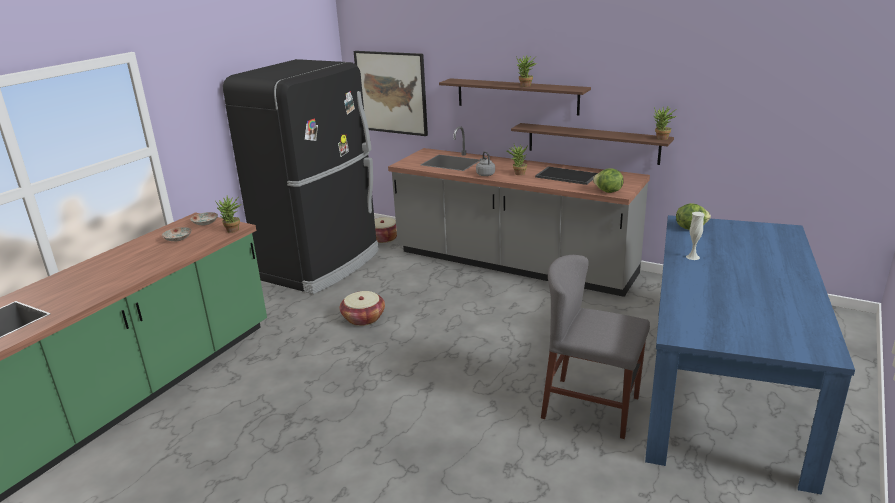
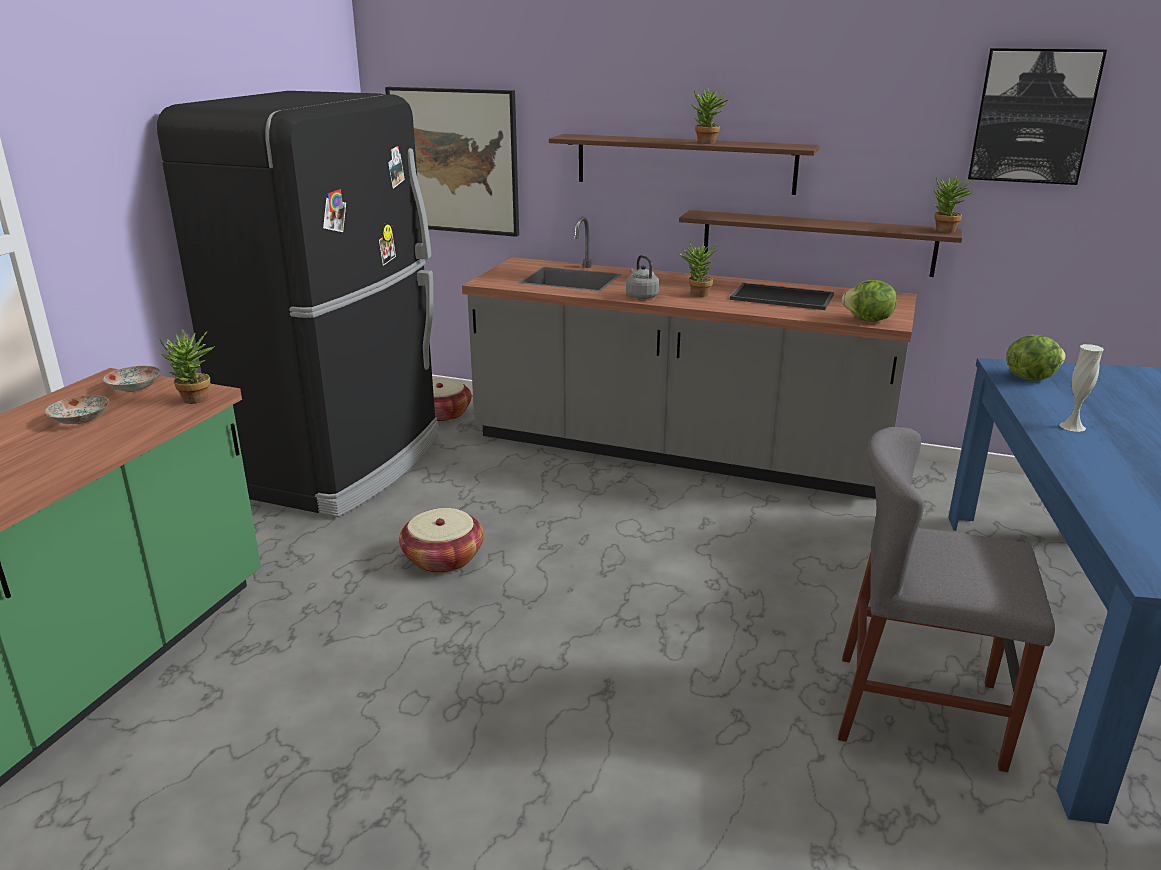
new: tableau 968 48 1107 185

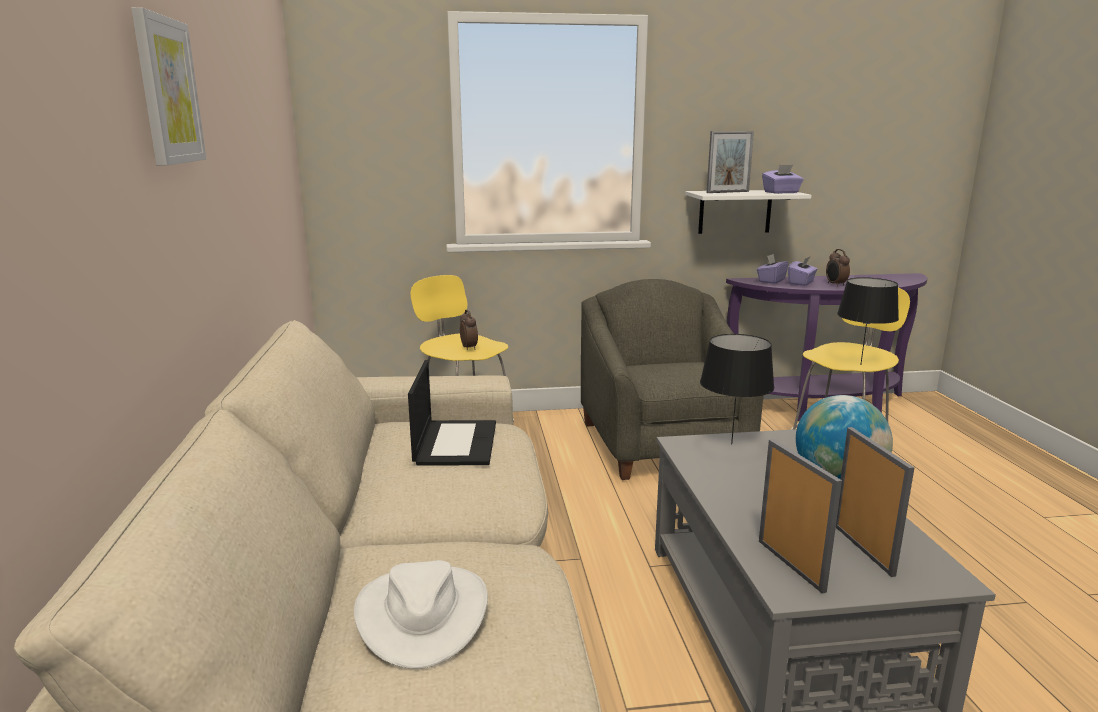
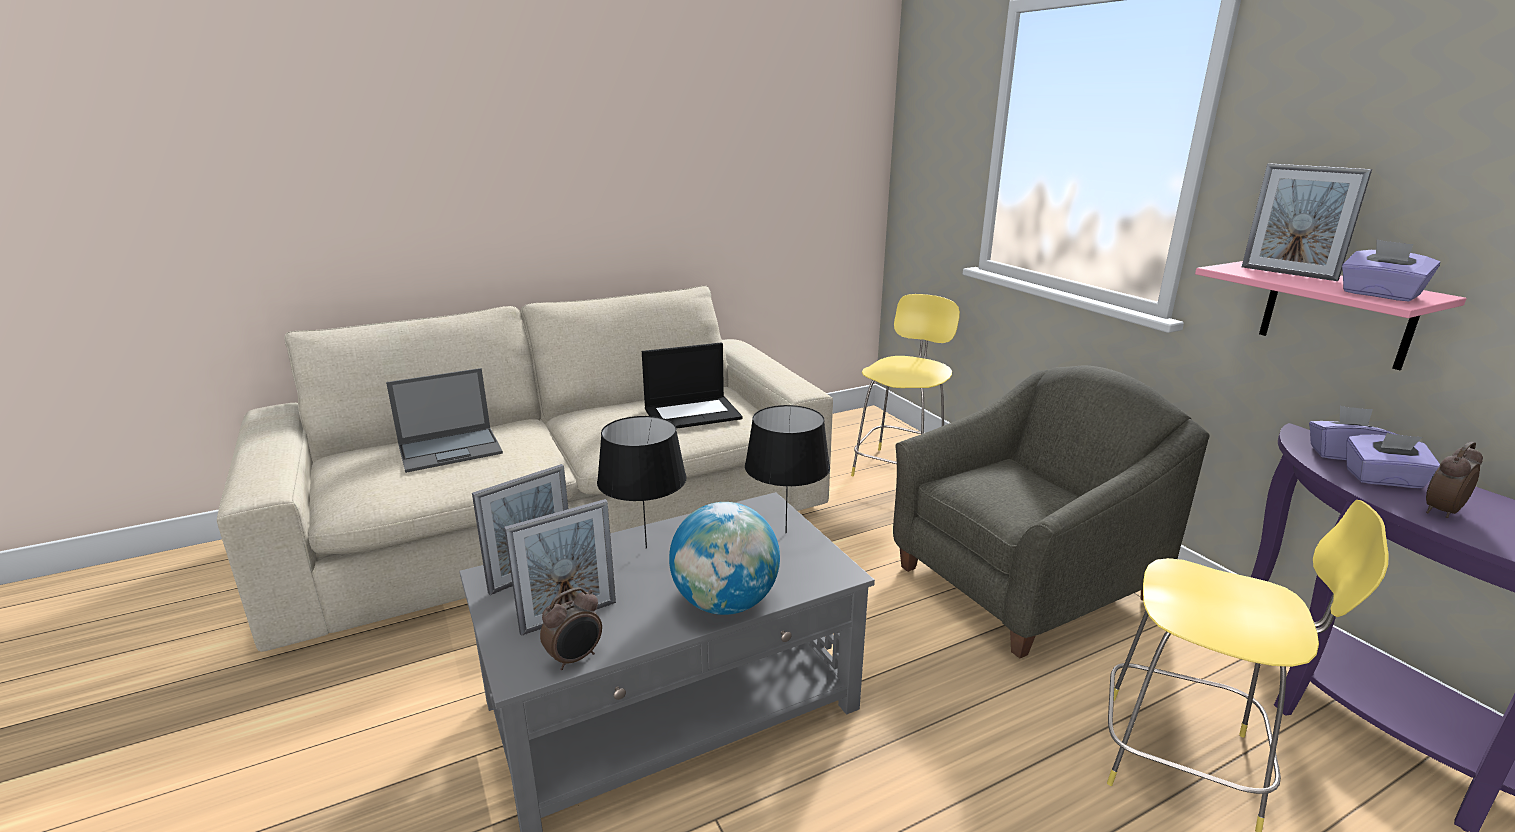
gone: tableau 131 7 206 166
shifted: réveil 460 310 478 350 to 540 587 602 670; lampe de table/noir 837 277 899 365 to 597 416 687 549
swapped: chapeau/blanc 354 560 488 669 to ordinateur portable 386 368 503 473
repainted: étagère/blanc 685 190 811 234 to étagère/rose 1195 261 1466 370

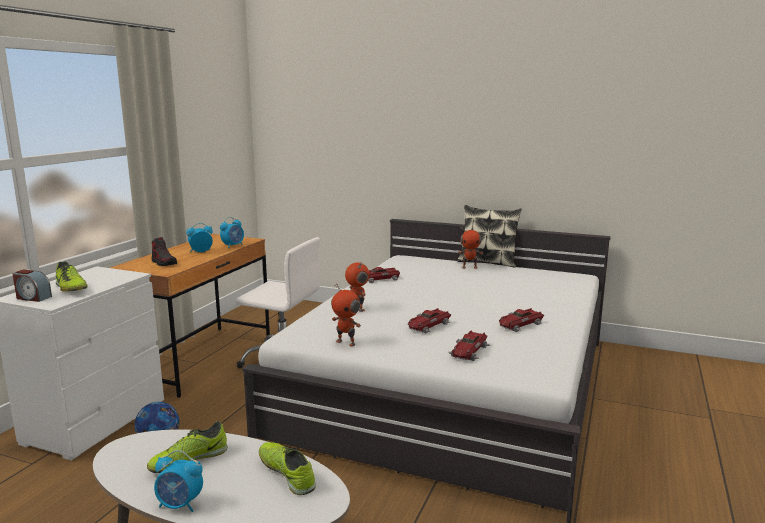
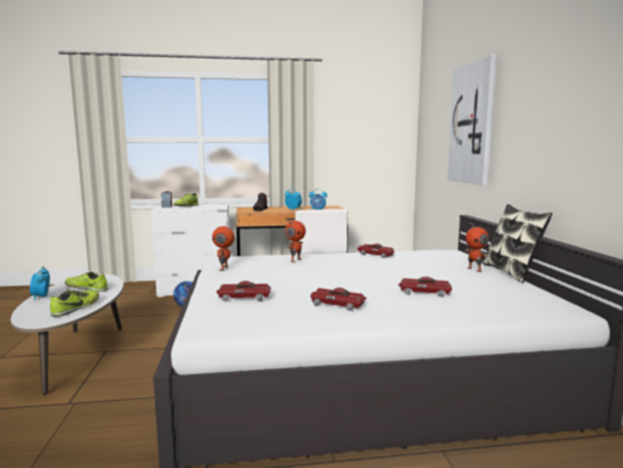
new: tableau 448 54 497 185
shifted: petite voiture 408 308 451 333 to 398 277 452 297

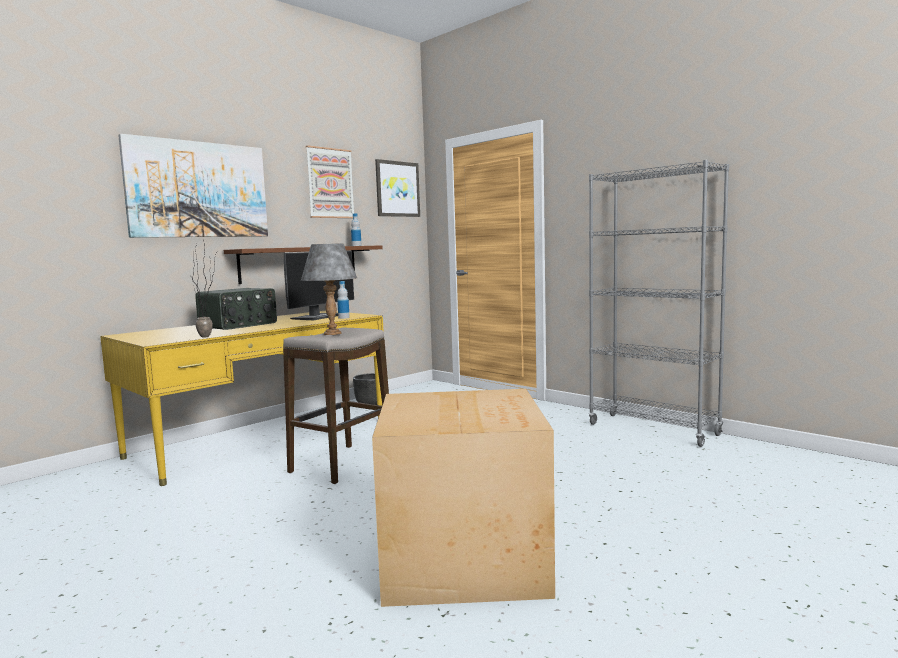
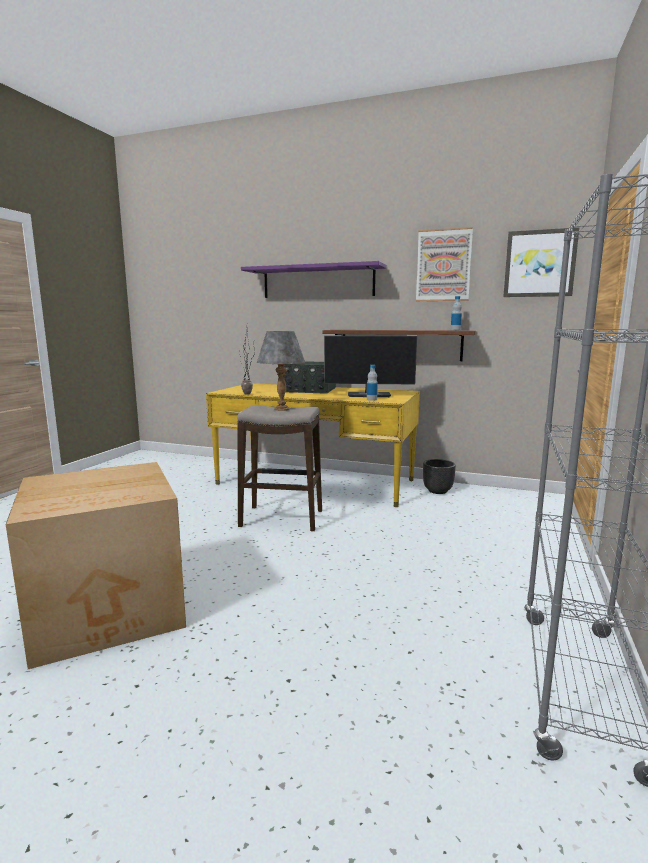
swapped: tableau 118 134 268 238 to étagère/violet 241 261 387 298

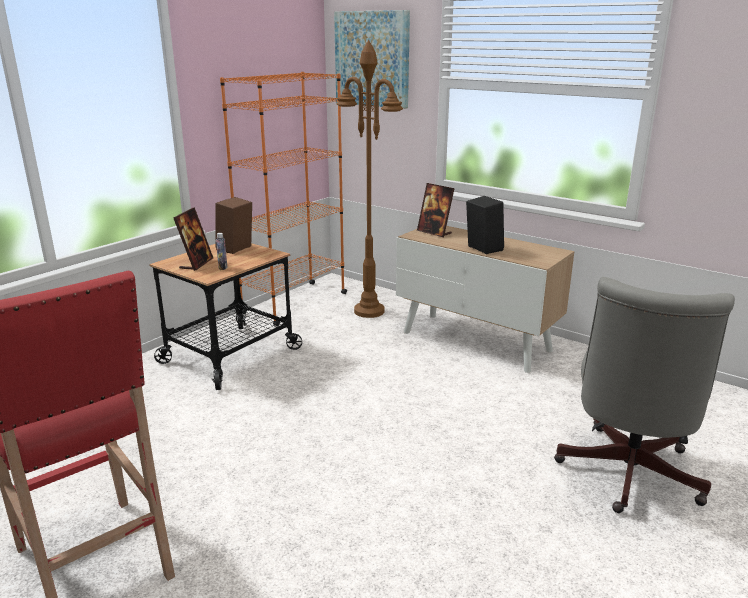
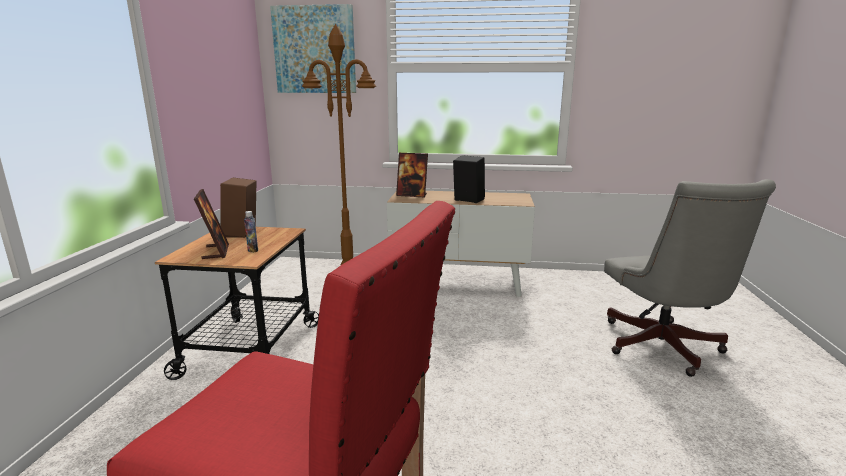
gone: bibliothèque/orange 220 72 347 326

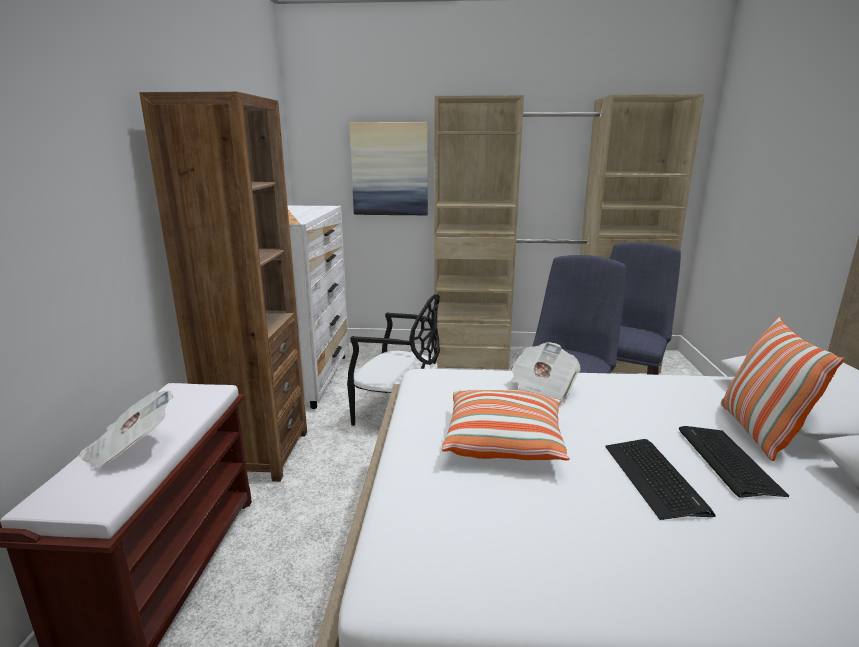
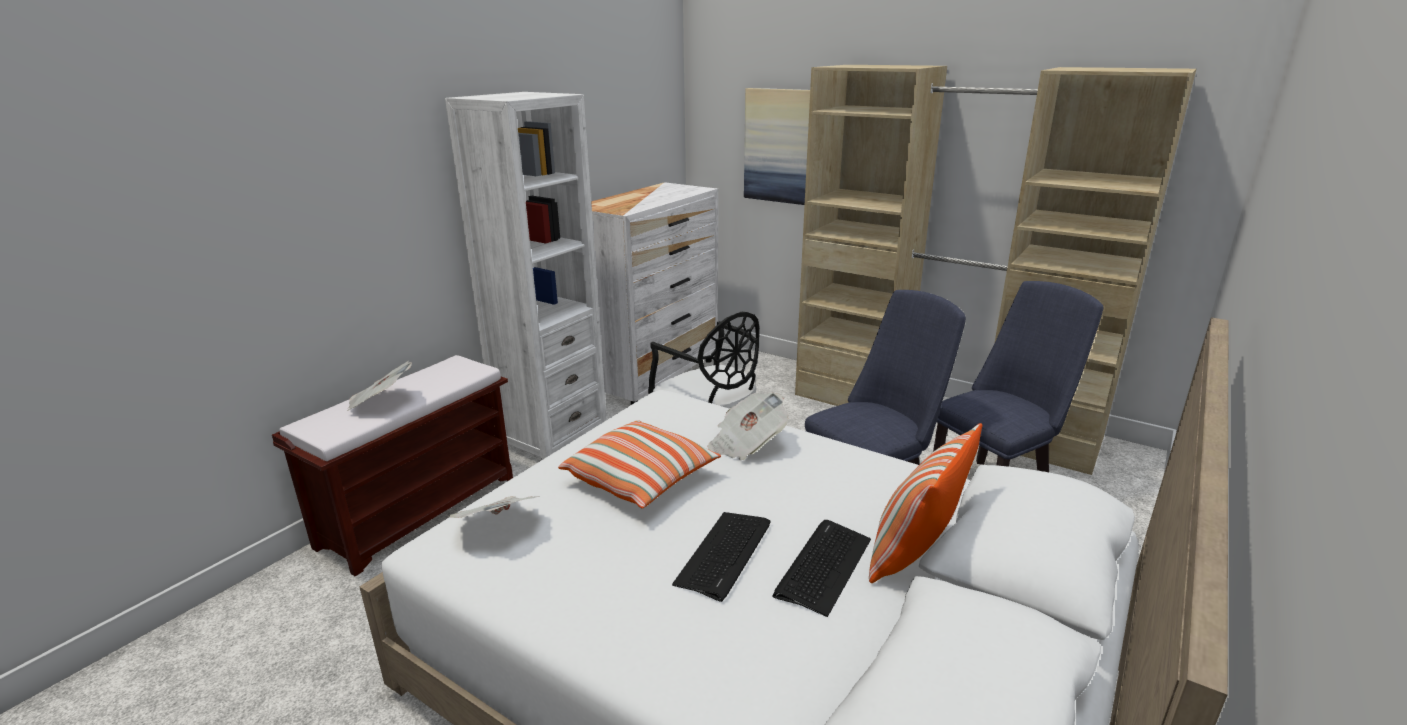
new: journal 448 496 539 518
repainted: bibliothèque/marron 139 91 307 482 to bibliothèque/blanc 445 92 607 460

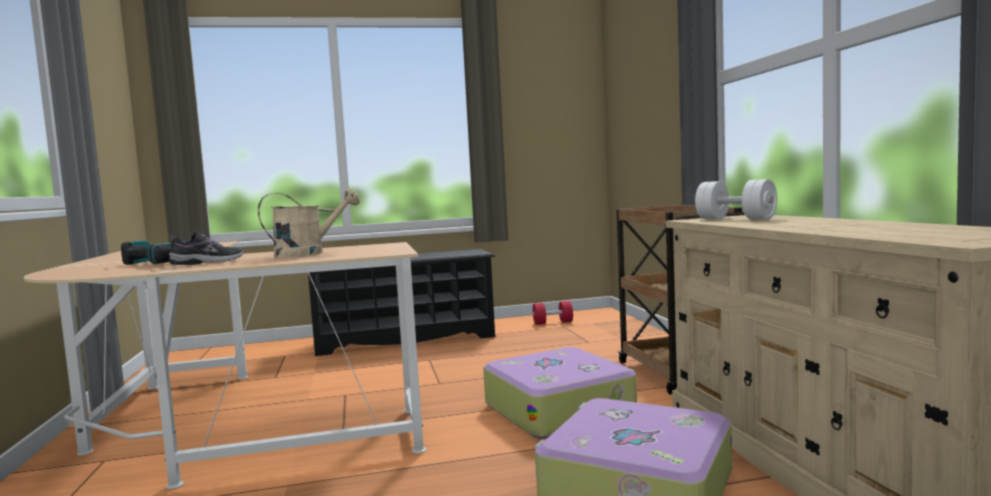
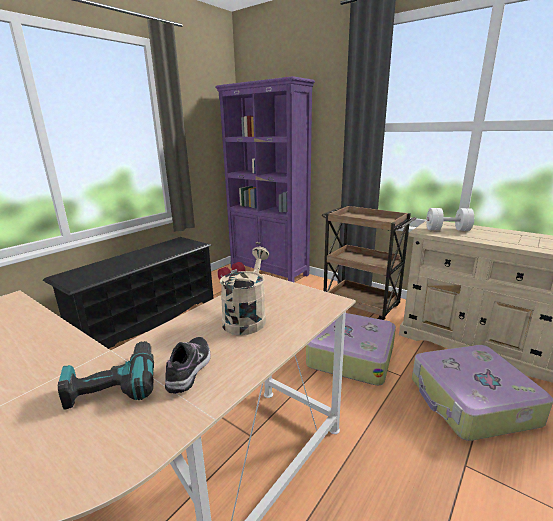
new: bibliothèque/violet 215 76 315 282

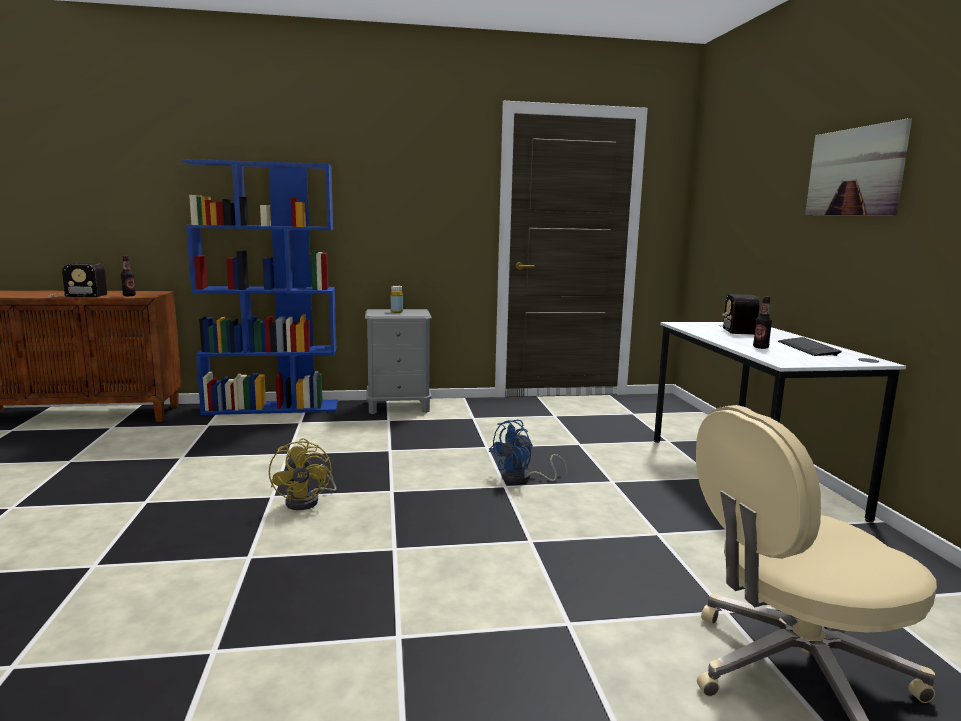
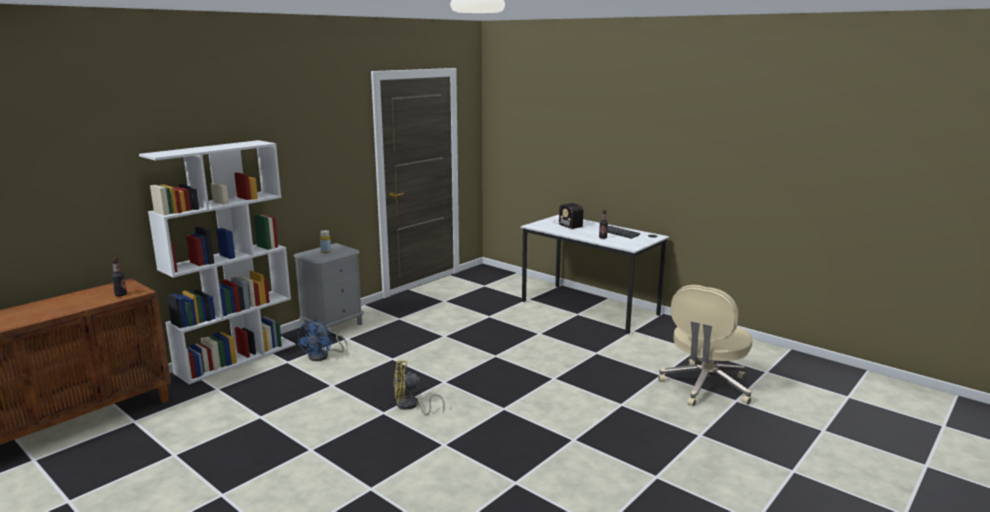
gone: radio 48 263 107 297; tableau 805 118 912 215
shifted: ventilateur/bleu 489 420 567 484 to 297 319 347 361
repainted: bibliothèque/bleu 181 159 338 415 to bibliothèque/blanc 139 140 295 384
rotated: ventilateur/jaune 269 438 337 510 = 393 360 445 415 135 degrees clockwise

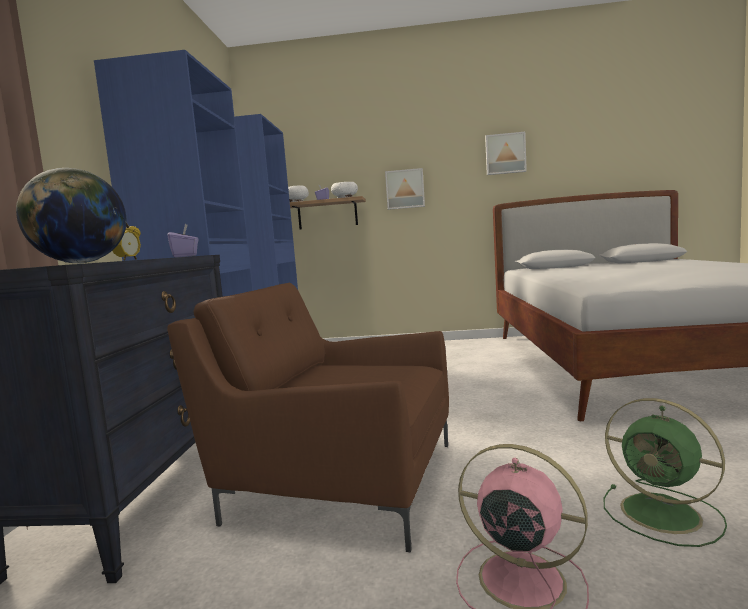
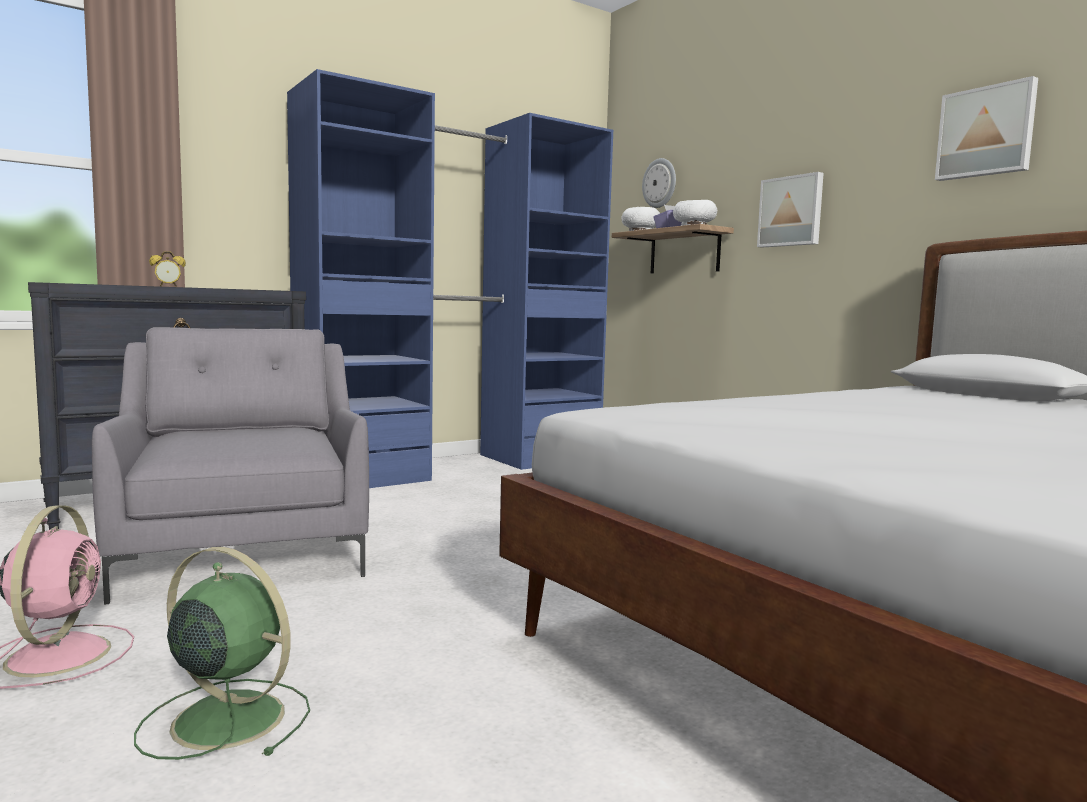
gone: globe 16 168 126 263; boîte à mouchoirs/violet 167 224 198 257
new: horloge murale 642 158 676 208
repainted: fauteuil/marron 167 283 449 553 to fauteuil/gris 92 327 369 605
rotated: ventilateur/vert 604 398 727 547 = 134 547 310 760 105 degrees clockwise

